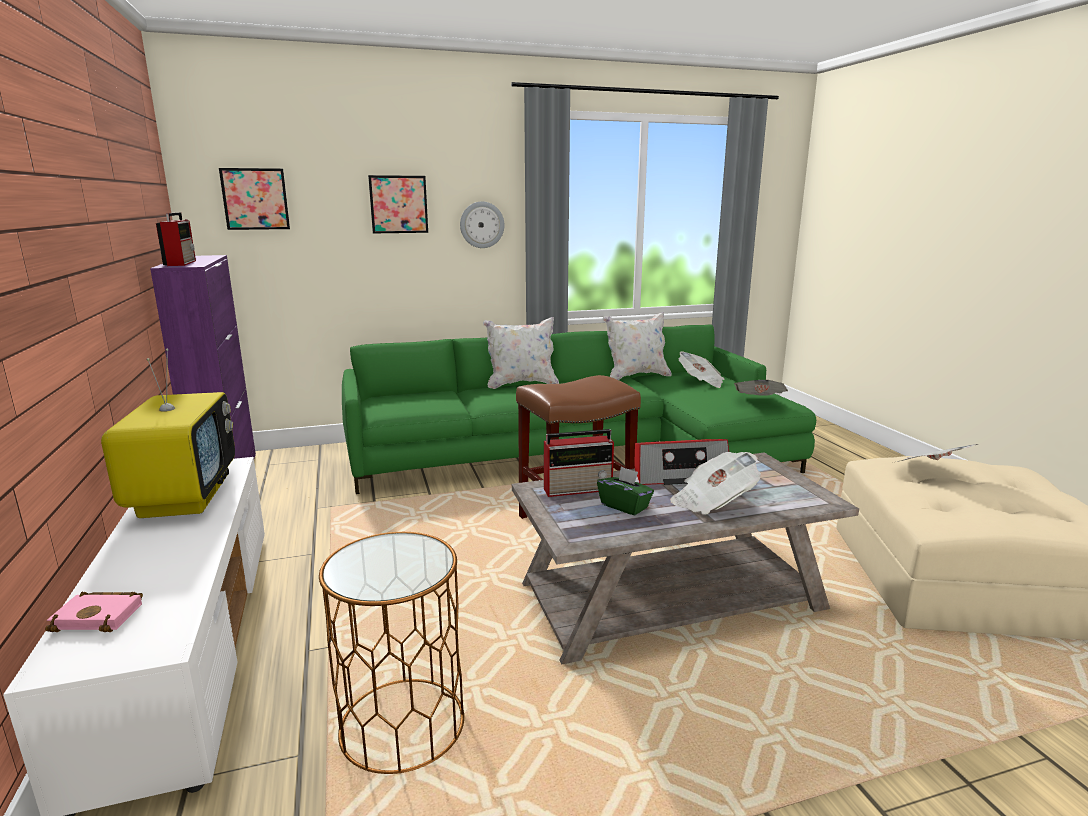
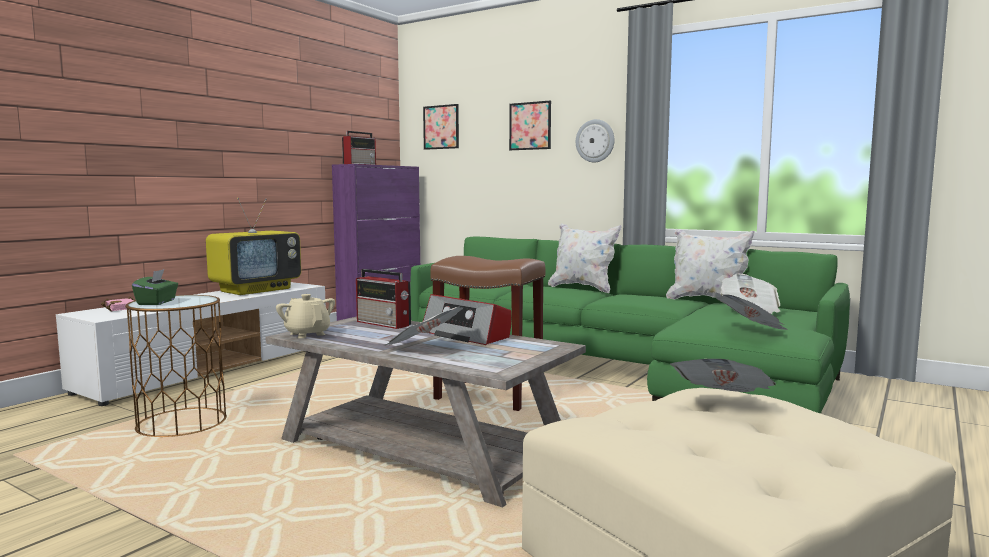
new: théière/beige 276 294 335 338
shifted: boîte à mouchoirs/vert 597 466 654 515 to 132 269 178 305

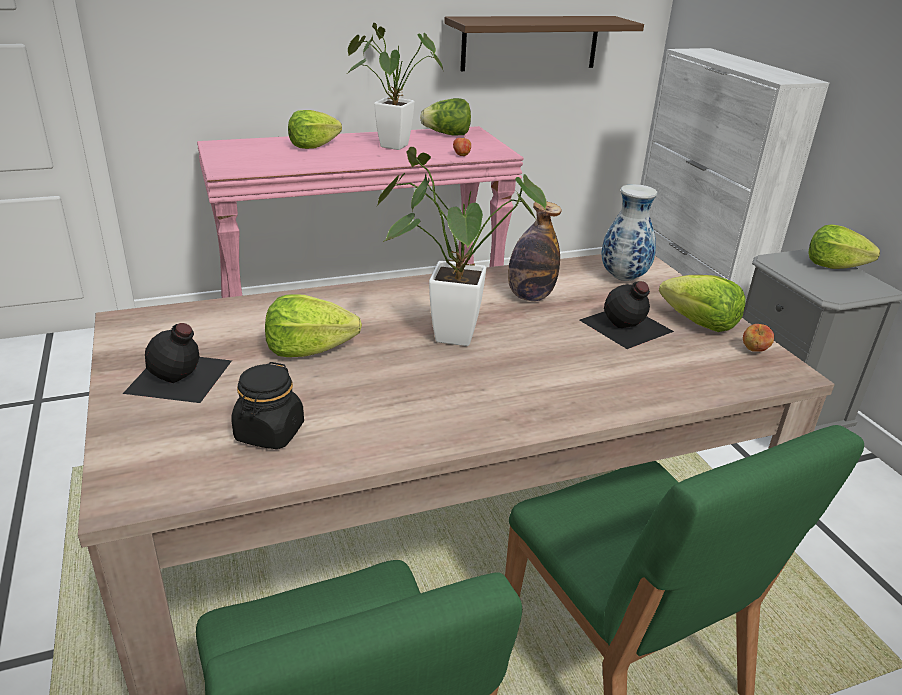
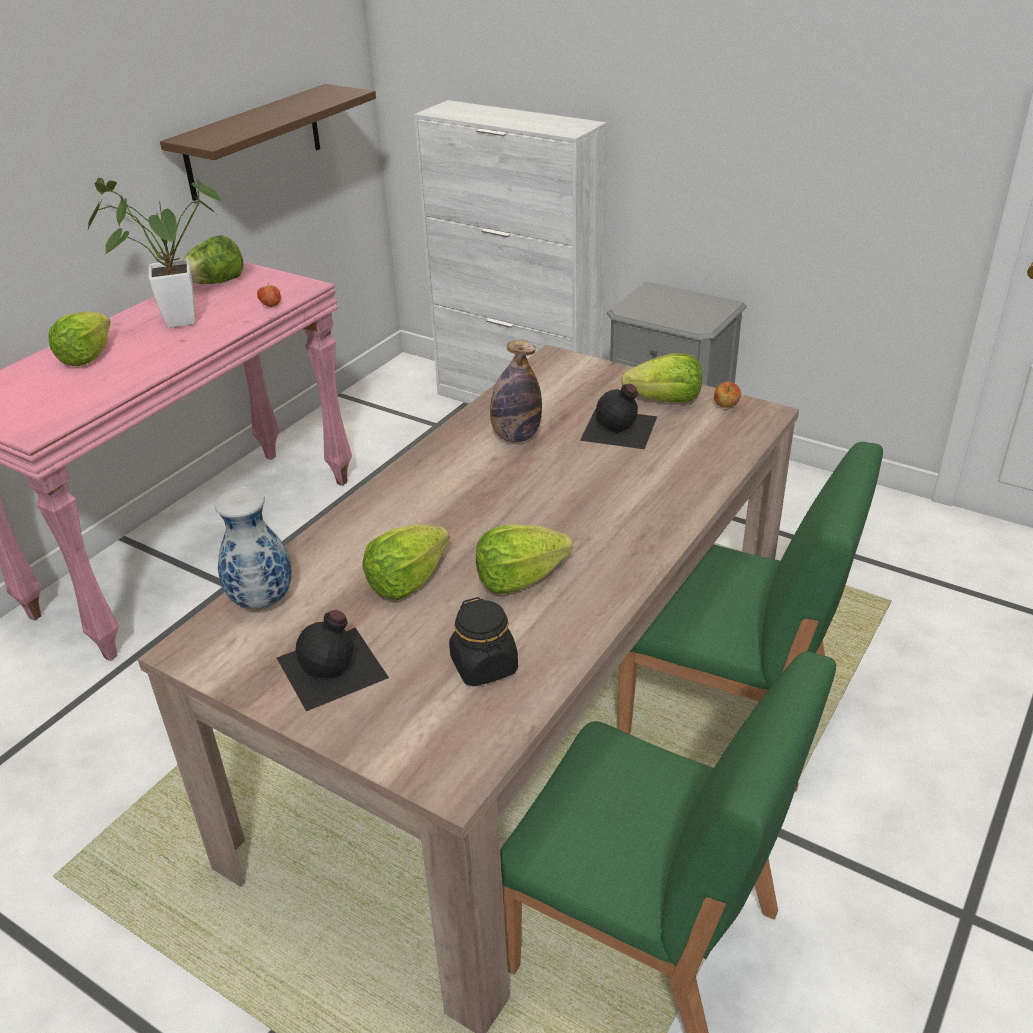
gone: plante en pot 376 147 547 346
shifted: vase 602 184 657 281 to 215 487 292 609; laitue 808 224 880 269 to 476 524 573 594

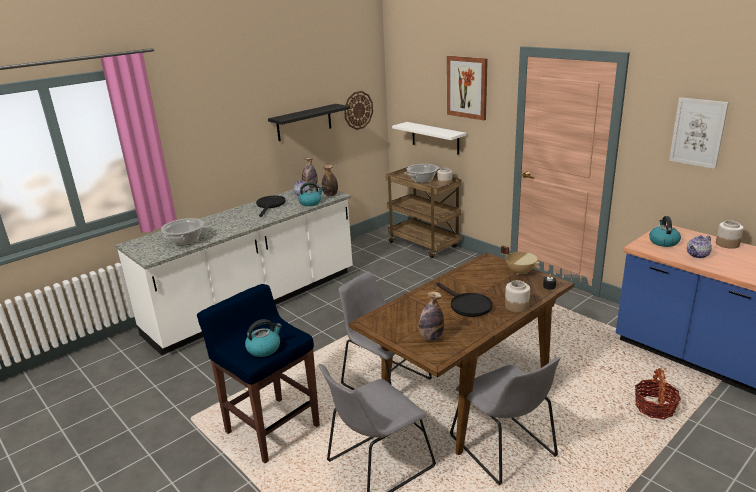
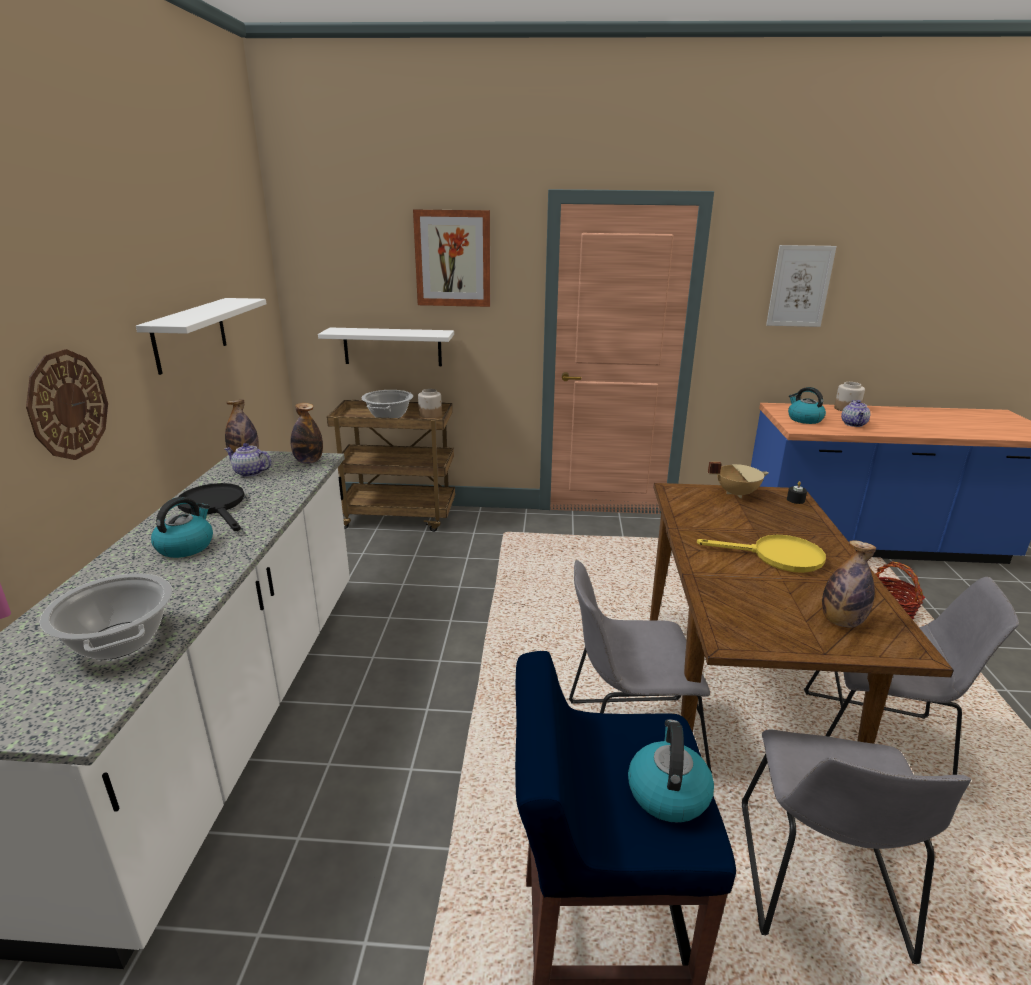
gone: bocal 505 280 530 312
shifted: horloge murale 344 91 373 130 to 26 349 108 460; bouilloire 298 182 323 206 to 151 497 213 558
repainted: étagère/noir 268 104 350 141 to étagère/blanc 136 298 266 375; poêle/noir 436 282 492 317 to poêle/jaune 697 535 826 573

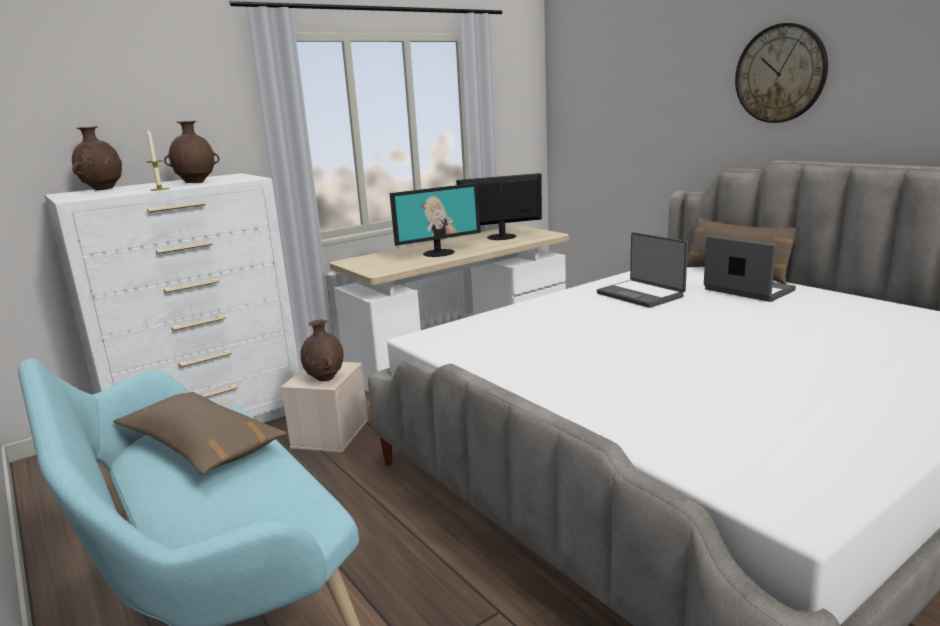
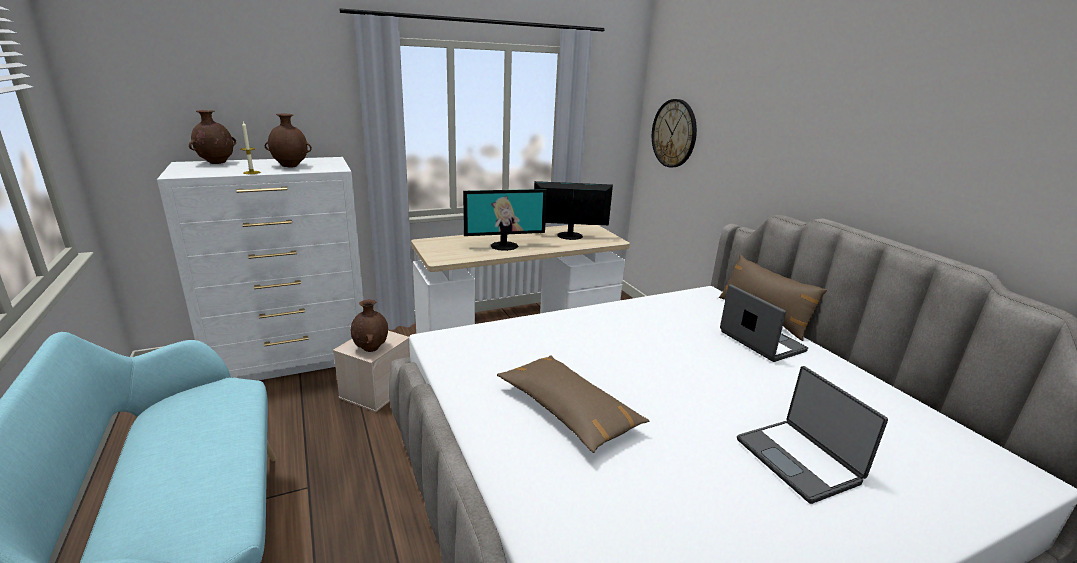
shifted: coussin/marron 113 392 287 475 to 497 356 649 453; horloge murale 735 23 828 123 to 652 99 697 167; ordinateur portable 597 232 688 308 to 737 366 888 504

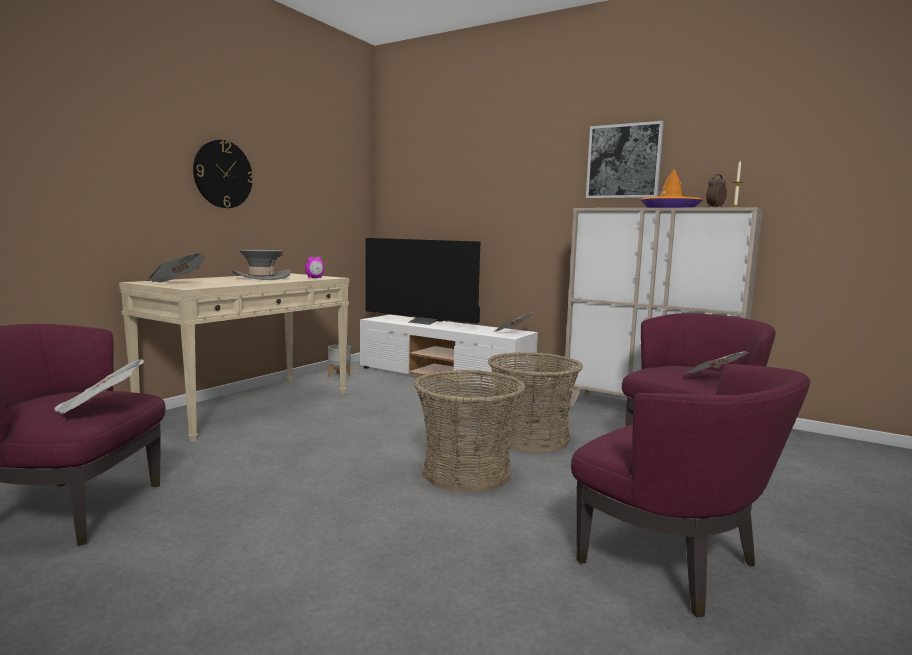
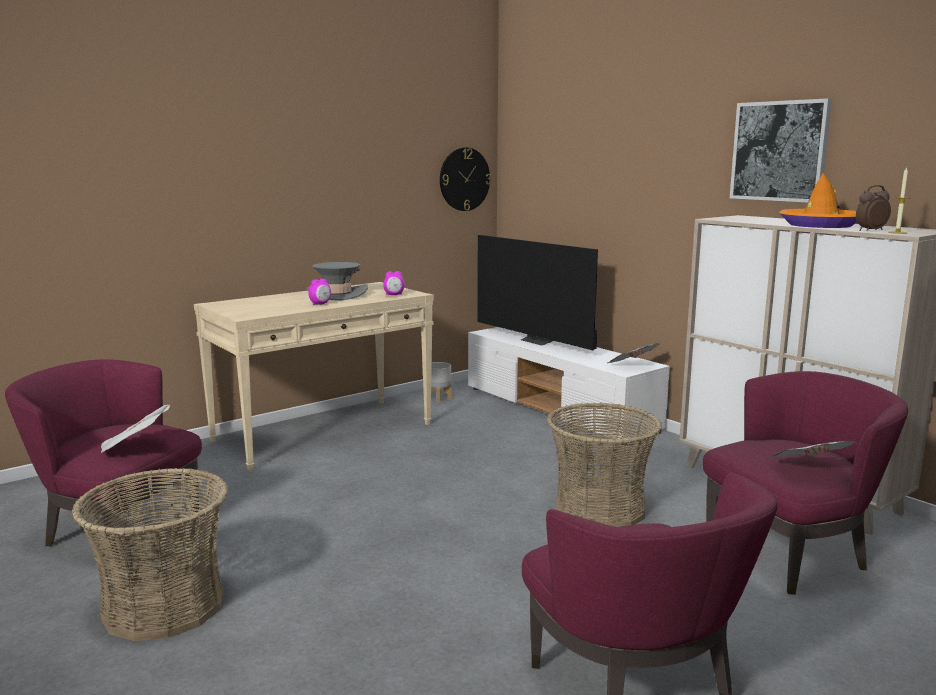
gone: journal 146 254 206 282
new: réveil 308 279 331 305
shifted: panier 414 369 526 492 to 72 468 228 641; horloge murale 193 140 254 208 to 440 148 491 211

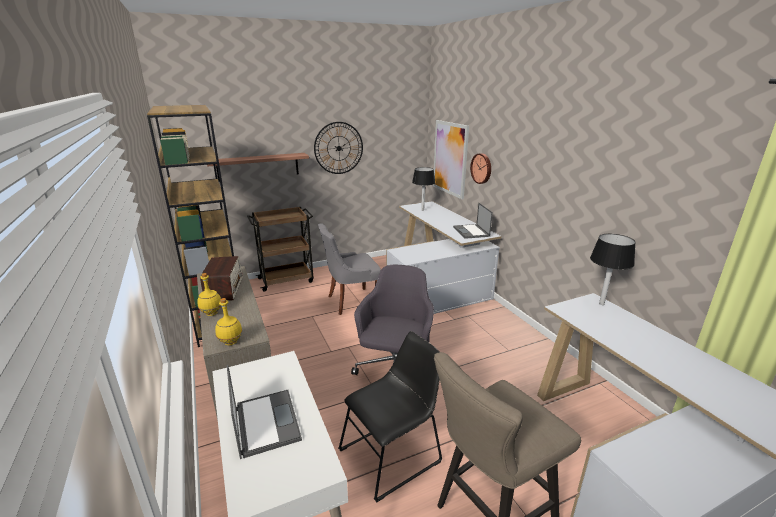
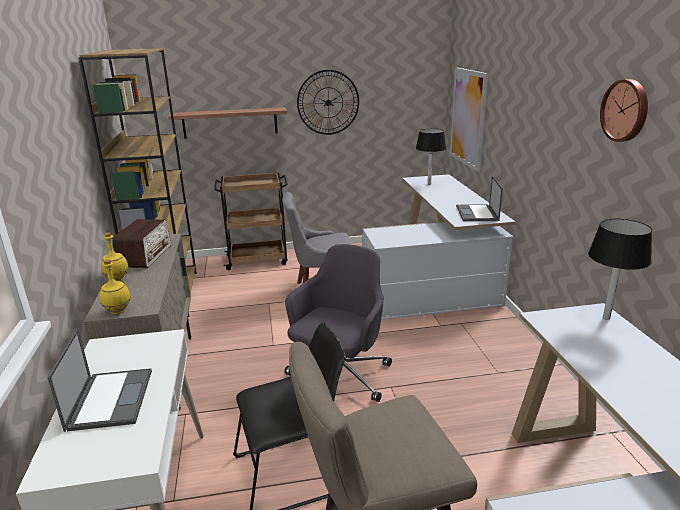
shifted: horloge murale 470 153 491 184 to 600 79 648 142

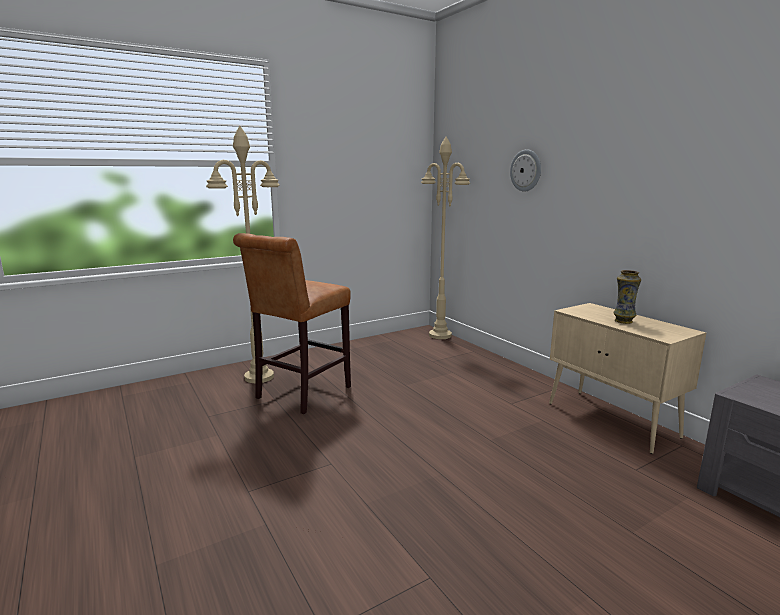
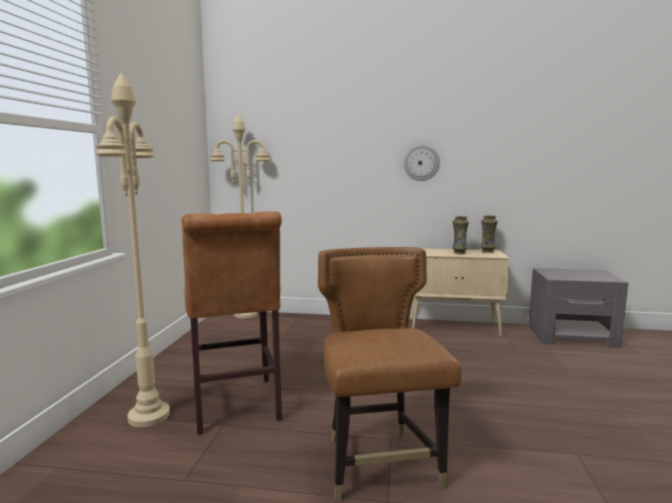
new: chaise/marron 318 247 462 502; vase 480 215 498 253
shifted: horloge murale 510 149 541 192 to 404 145 440 181

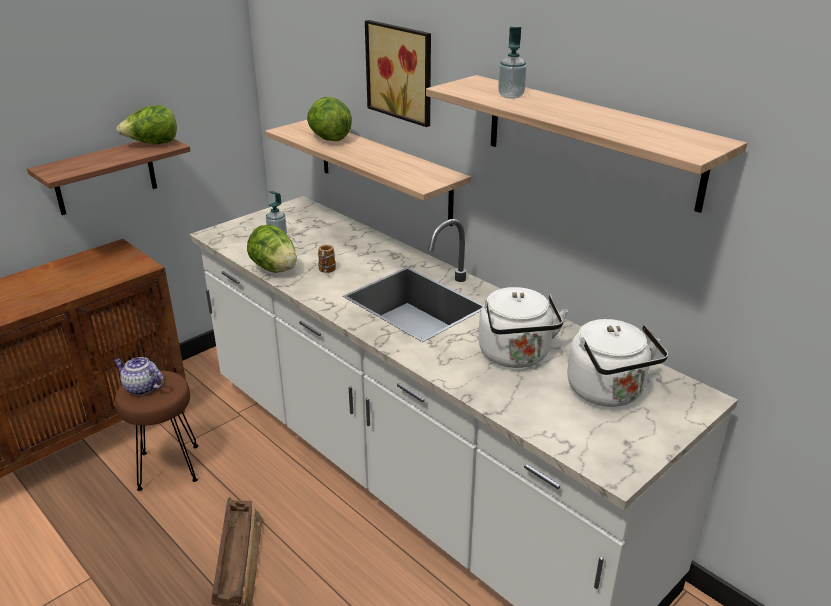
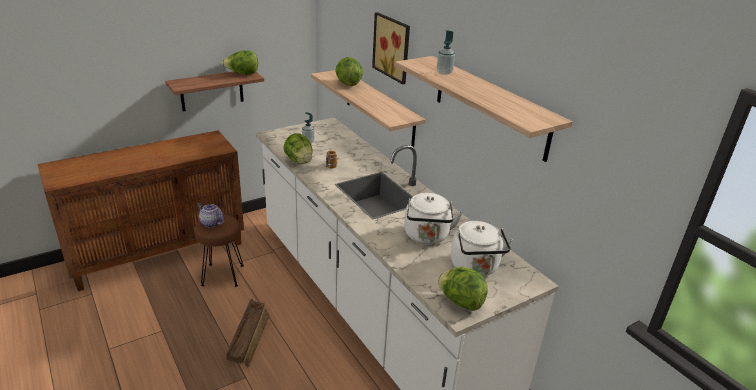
new: laitue 437 267 488 311

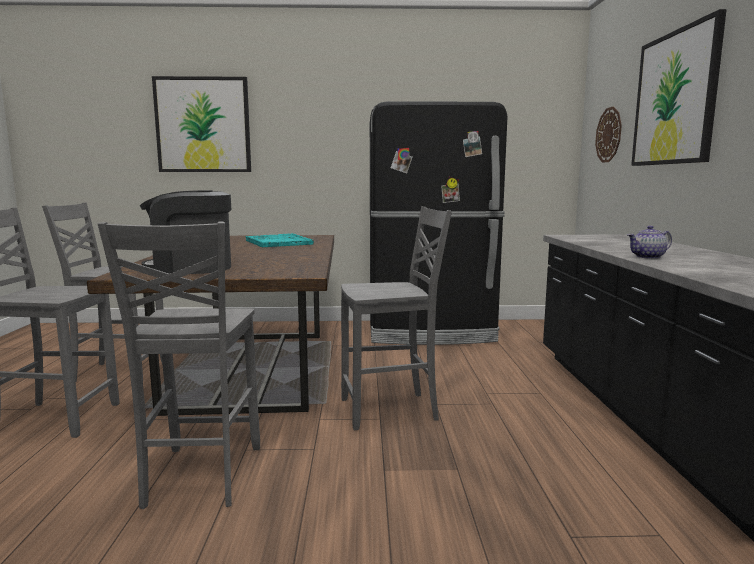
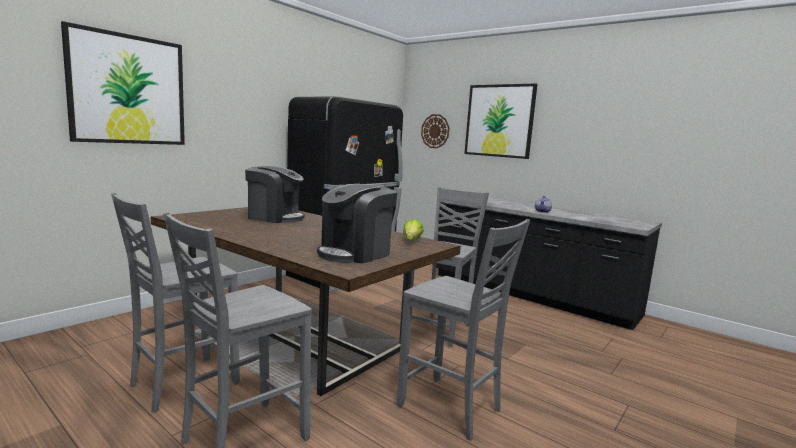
new: laitue 403 219 424 240
swapped: plateau/turquoise 246 233 314 247 to machine à café 245 166 305 223

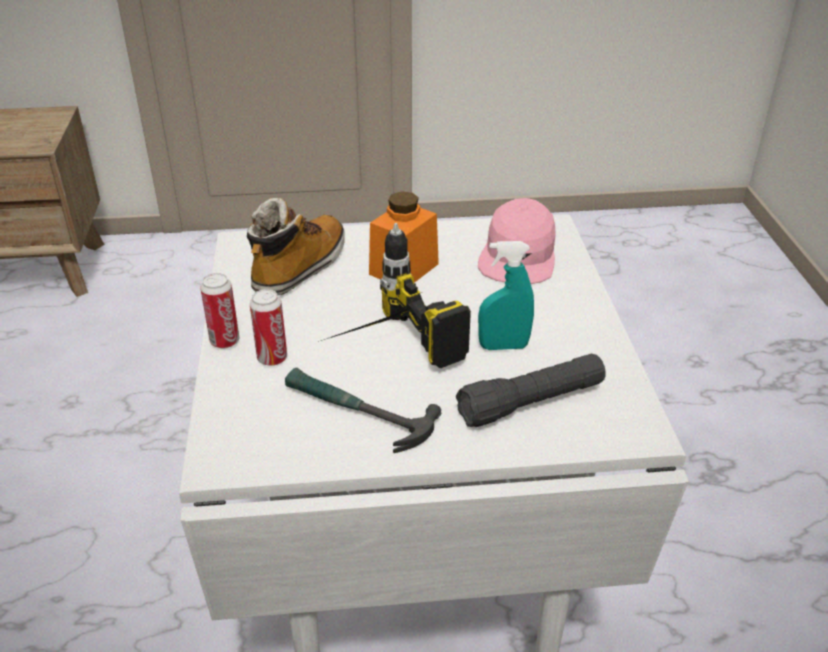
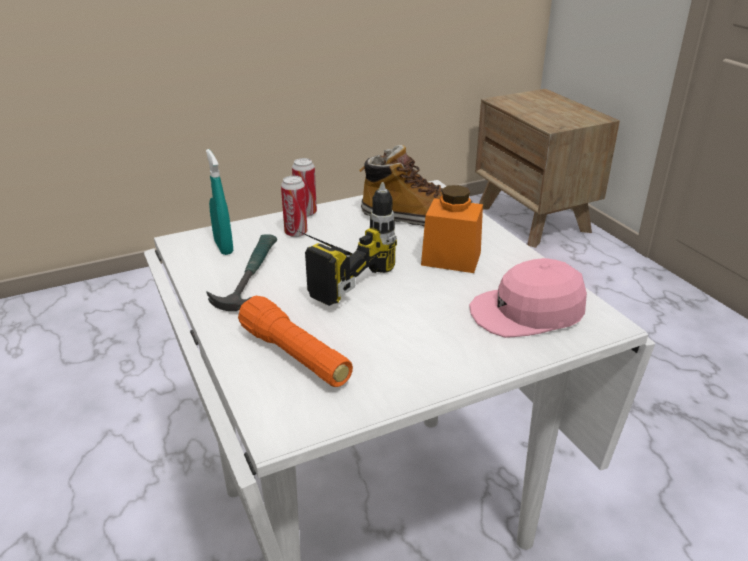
shifted: vaporisateur/turquoise 478 241 534 350 to 206 149 233 255
repainted: lampe de poche/noir 456 354 606 427 to lampe de poche/orange 238 296 353 387

